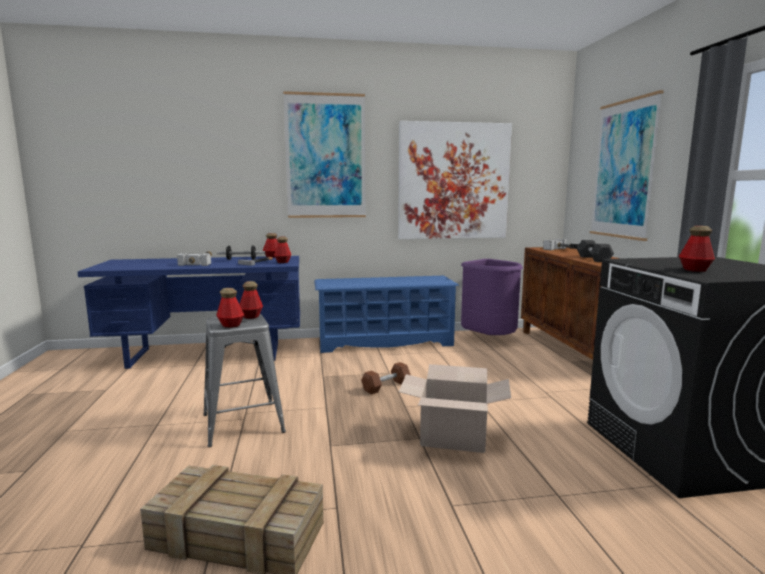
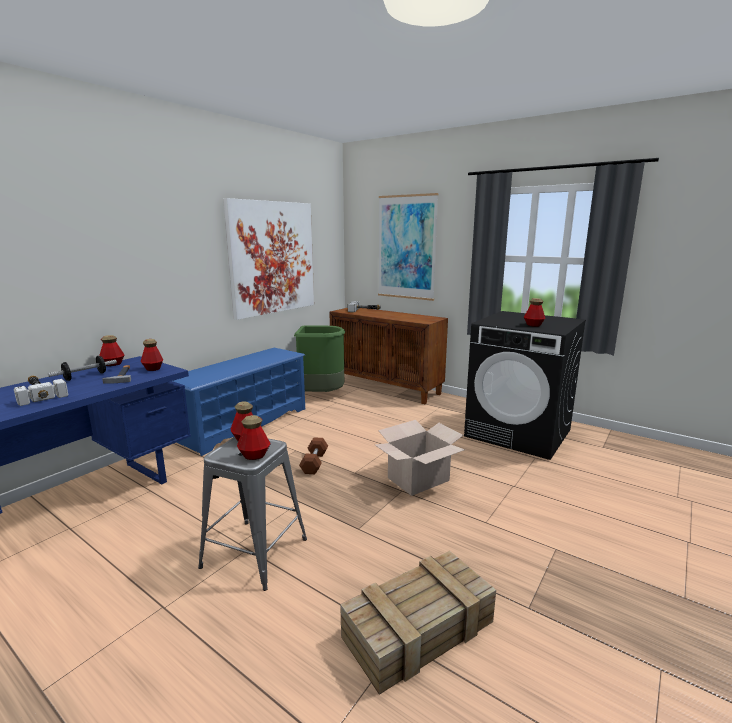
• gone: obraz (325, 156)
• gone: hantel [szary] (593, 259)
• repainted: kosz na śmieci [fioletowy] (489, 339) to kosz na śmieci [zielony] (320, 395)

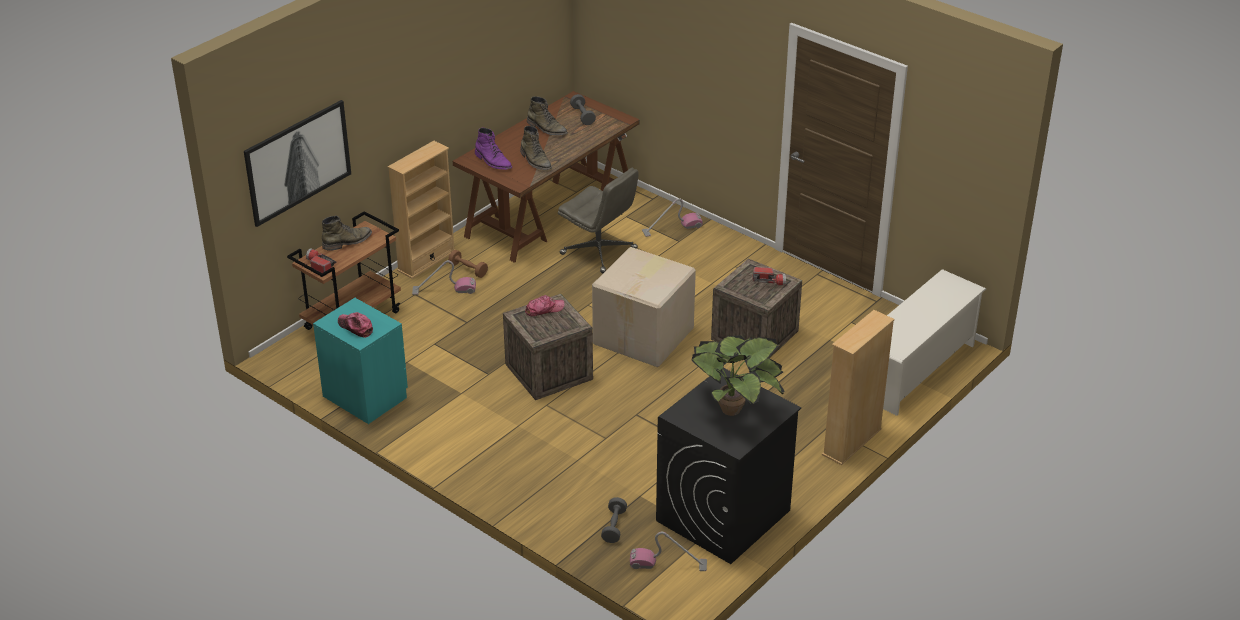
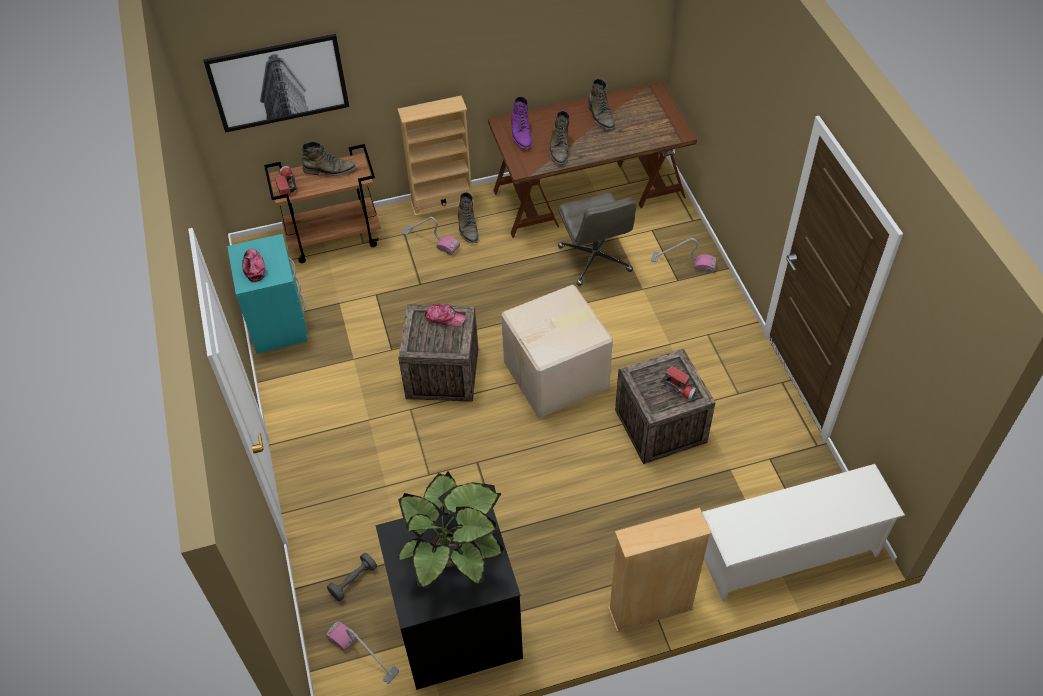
• gone: hantel [szary] (582, 116)
• swapped: hantel [brązowy] (468, 270) to but z cholewką [zielony] (468, 228)

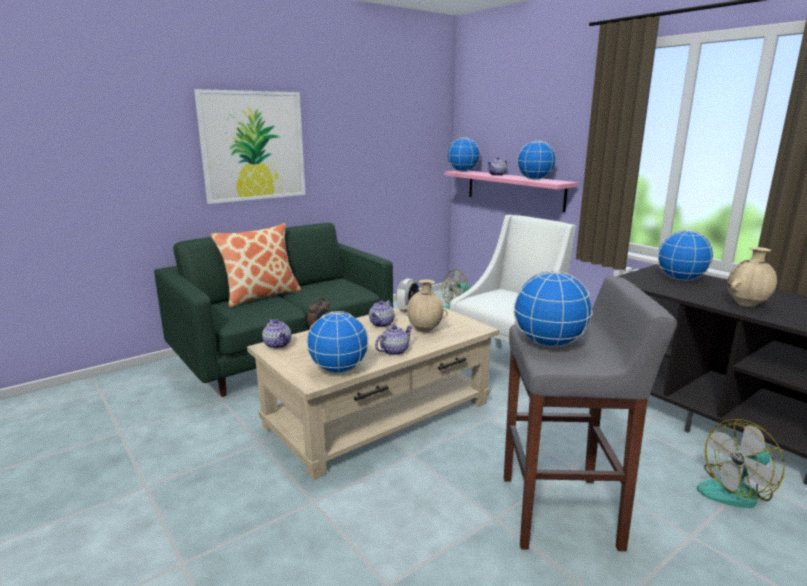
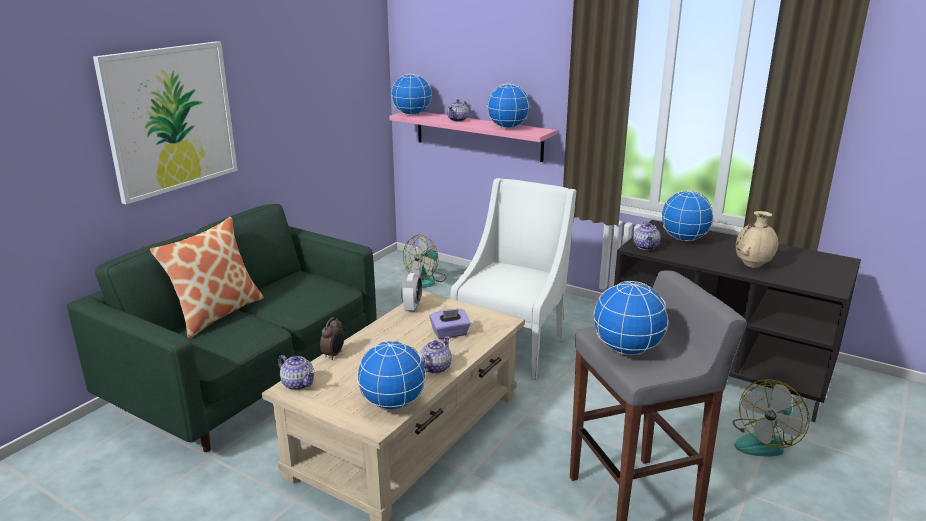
• shifted: imbryk (382, 324) to (646, 247)
• swapped: wazon [beżowy] (425, 330) to pudełko chusteczek [fioletowy] (450, 334)

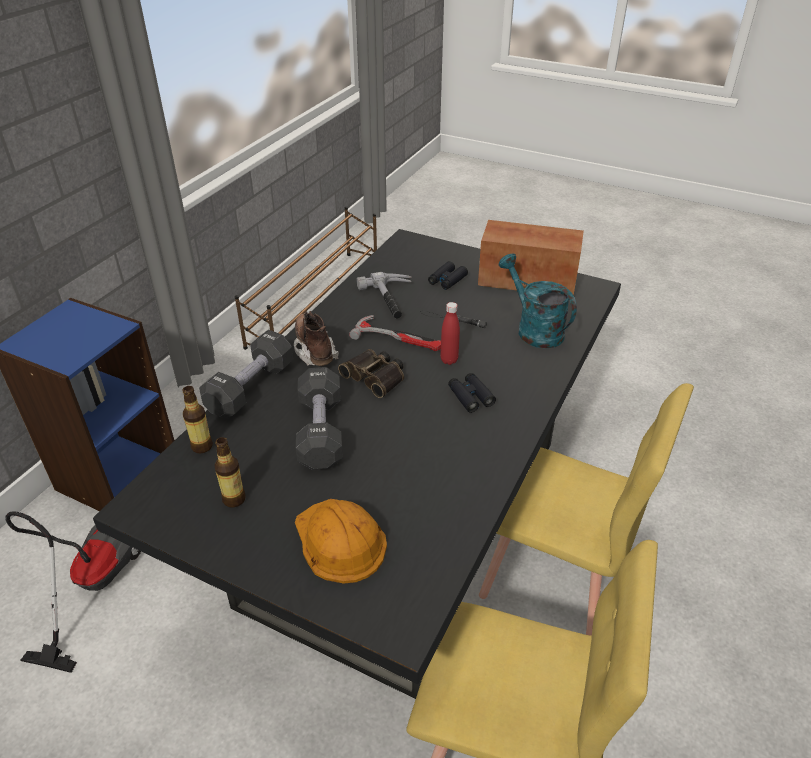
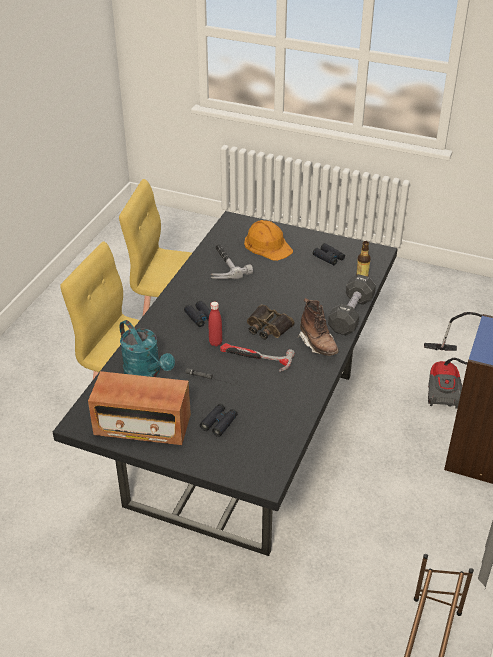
• gone: hantel [czarny] (320, 432)
• shifted: młotek (392, 299) to (224, 266)
• swapped: butelka (234, 499) to lornetka [czarny] (328, 257)

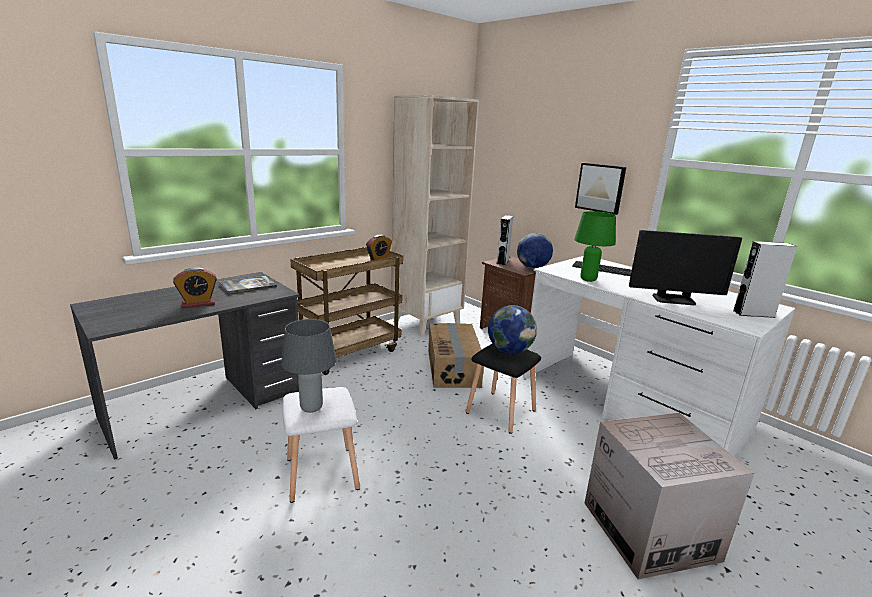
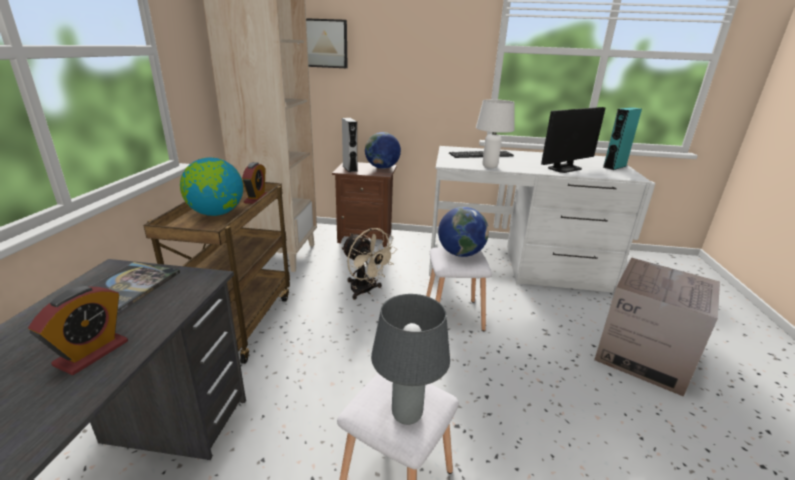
• new: globus (216, 213)
• shifted: obraz (600, 188) to (325, 43)
• swapped: karton (453, 367) to wentylator [beżowy] (365, 291)
• repainted: stołek [czarny] (499, 411) to stołek [biały] (452, 315)
• repainted: lampa stołowa [zielony] (587, 279) to lampa stołowa [biały] (489, 166)
• repainted: głośnik [szary] (753, 314) to głośnik [turkusowy] (614, 166)

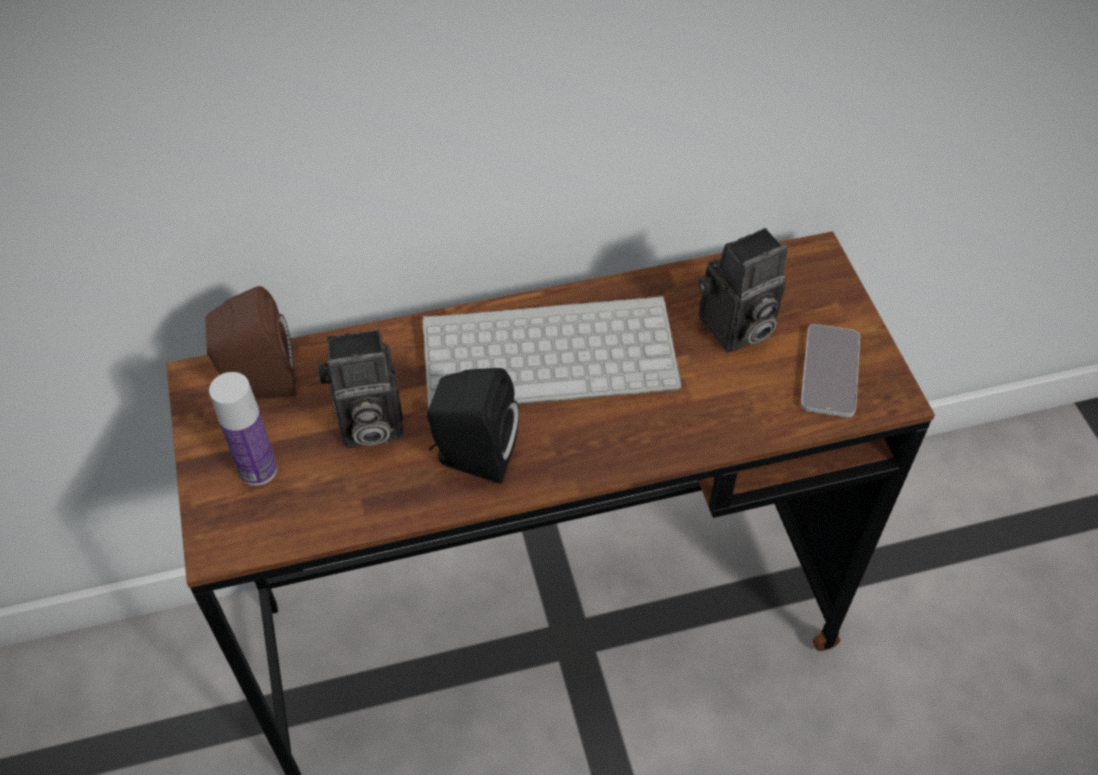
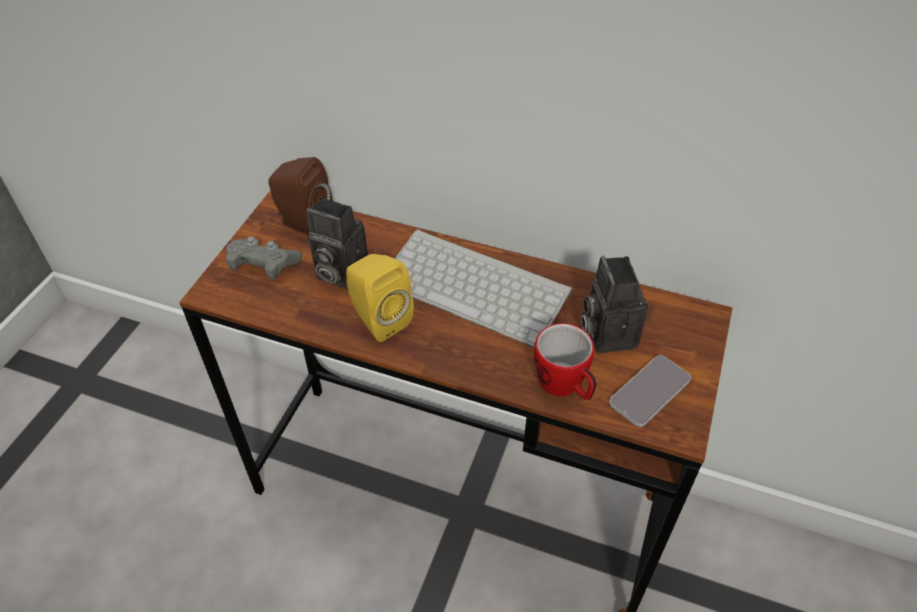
• new: kubek (565, 387)
• swapped: butelka (258, 469) to pad do gier [szary] (263, 265)
• repainted: głośnik [czarny] (472, 456) to głośnik [żółty] (378, 319)
• rotated: aparat fotograficzny (735, 329) = (606, 332) 75 degrees clockwise

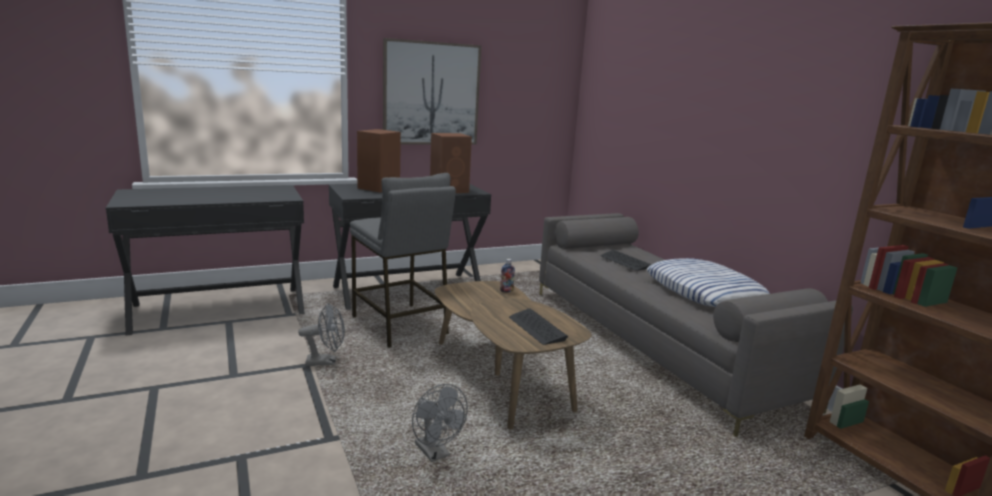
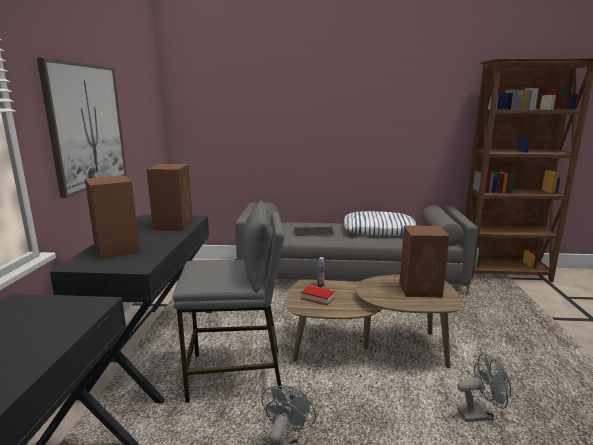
• new: książka (318, 298)
• swapped: klawiatura (537, 328) to głośnik [brązowy] (421, 289)

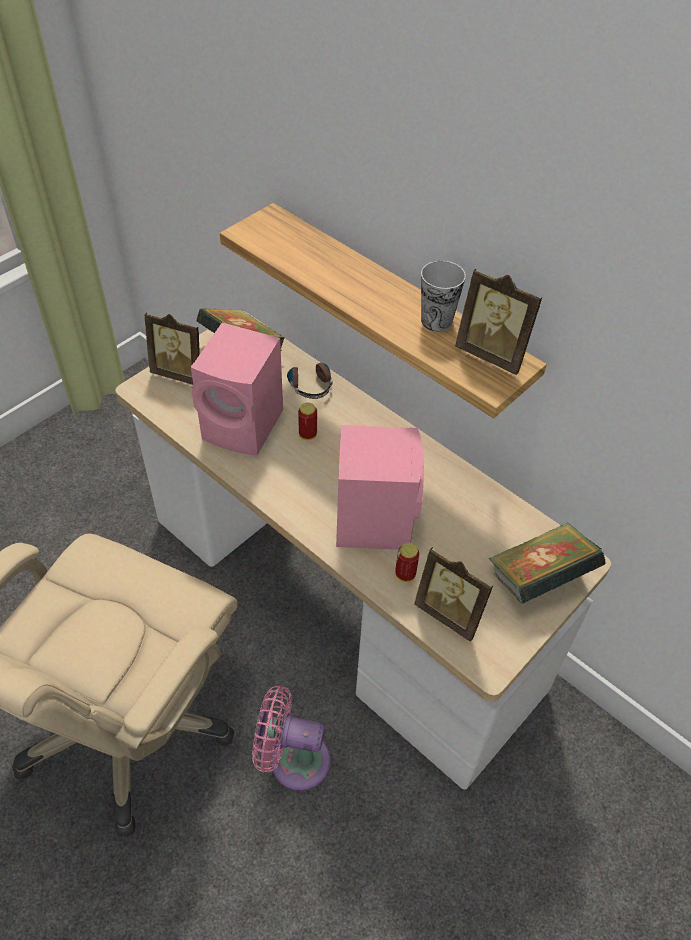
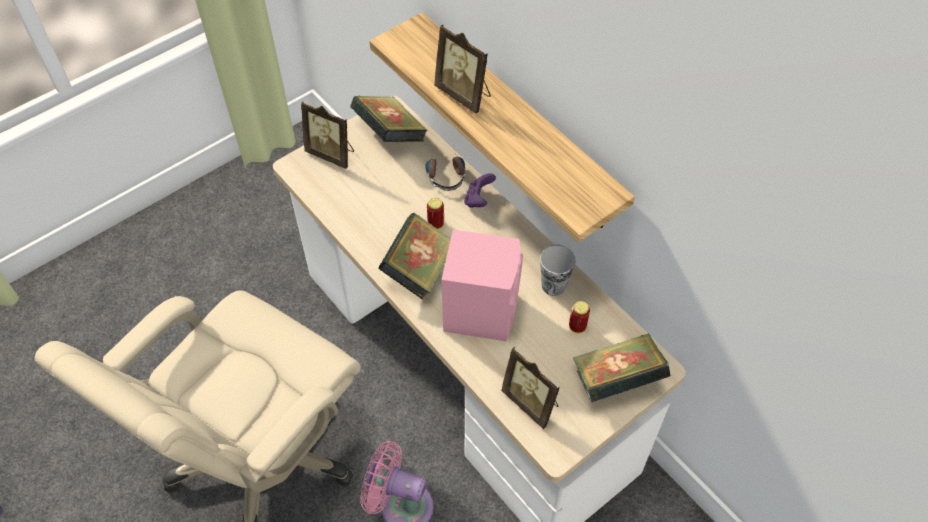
• gone: głośnik [różowy] (245, 426)
• new: książka (419, 269)
• new: pad do gier [fioletowy] (478, 199)
• shifted: puszka (405, 574) to (577, 327)
• shifted: filiżanka (436, 321) to (554, 285)
• shifted: ramka na zdjęcie (493, 354) to (464, 94)

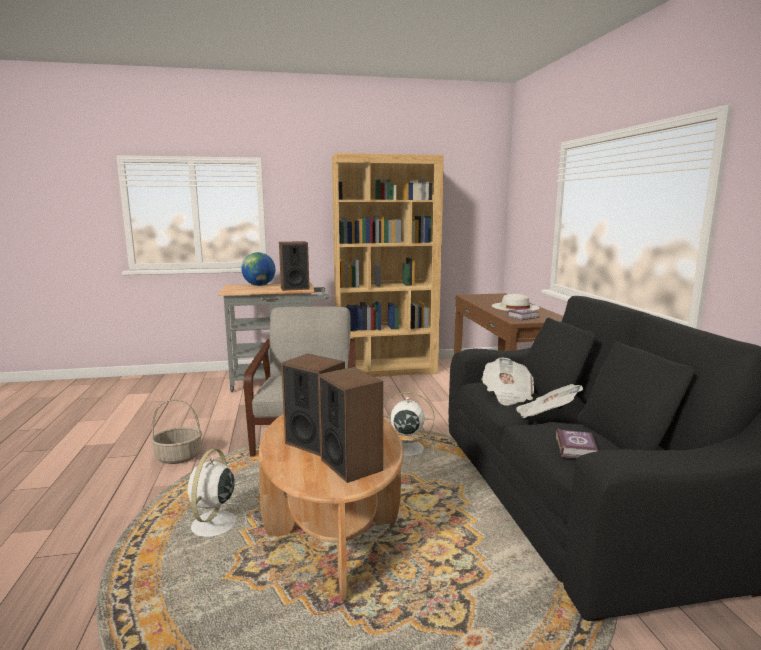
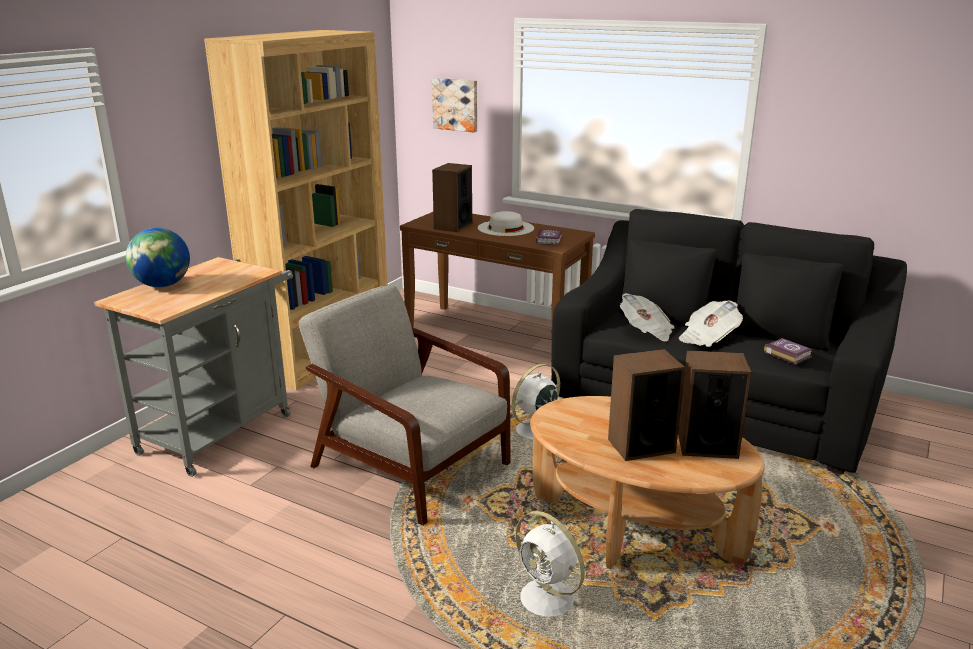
• gone: koszyk (178, 457)
• new: obraz (456, 104)
• shifted: głośnik (294, 288) to (453, 226)

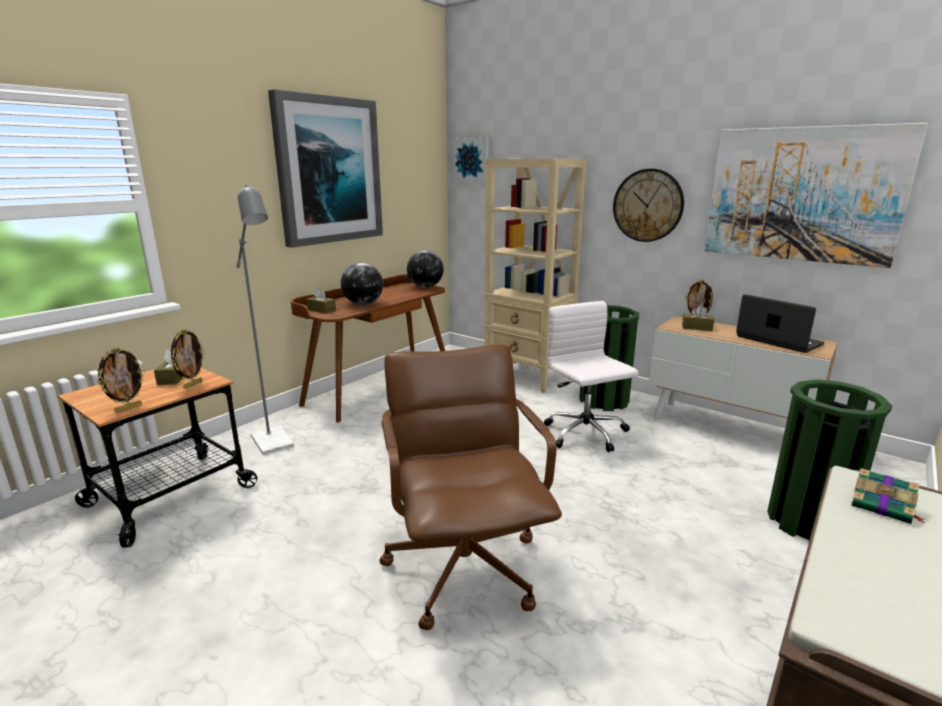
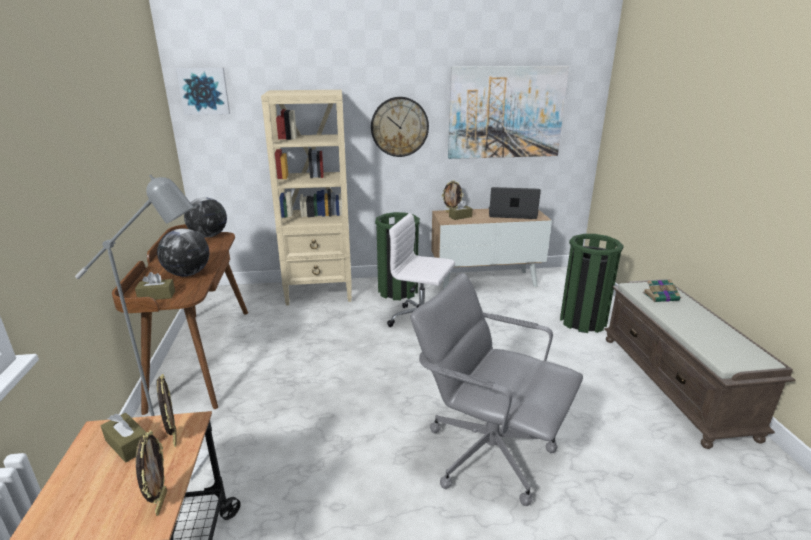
• gone: obraz (328, 171)
• repainted: krzesło biurowe [brązowy] (465, 567) to krzesło biurowe [szary] (488, 452)

